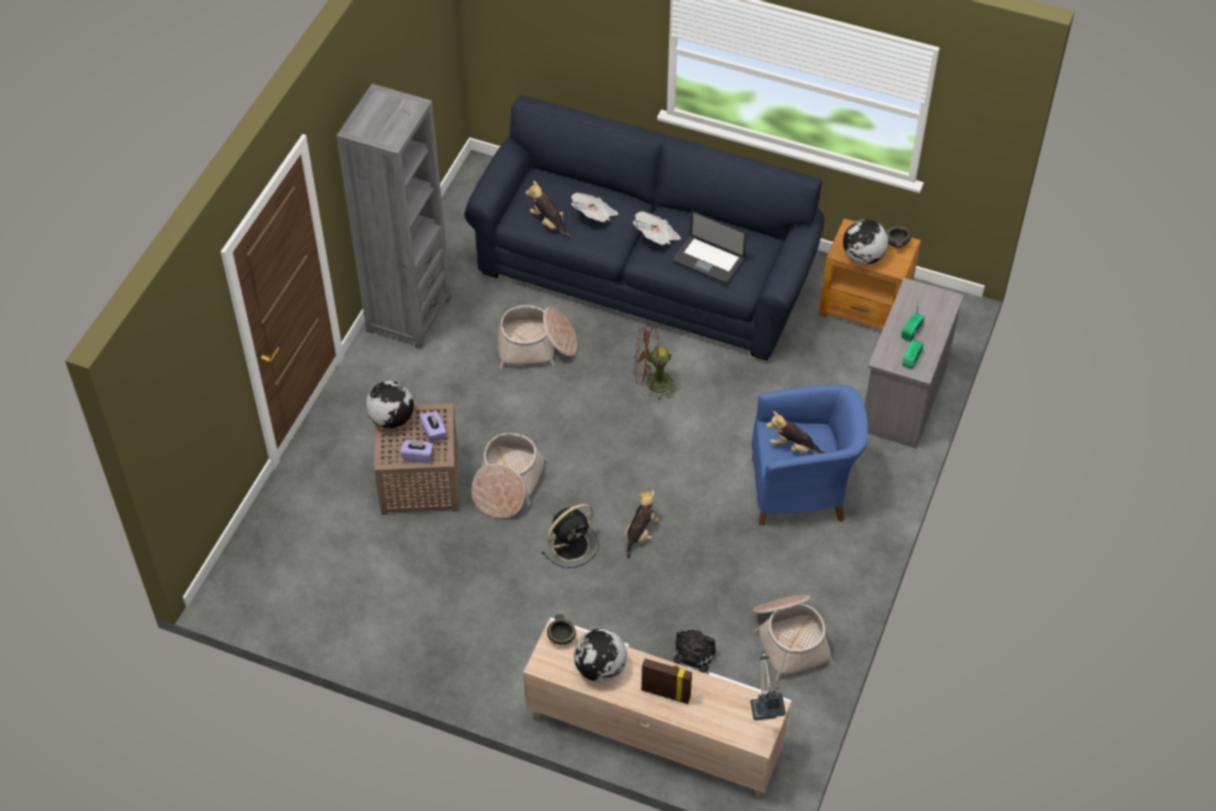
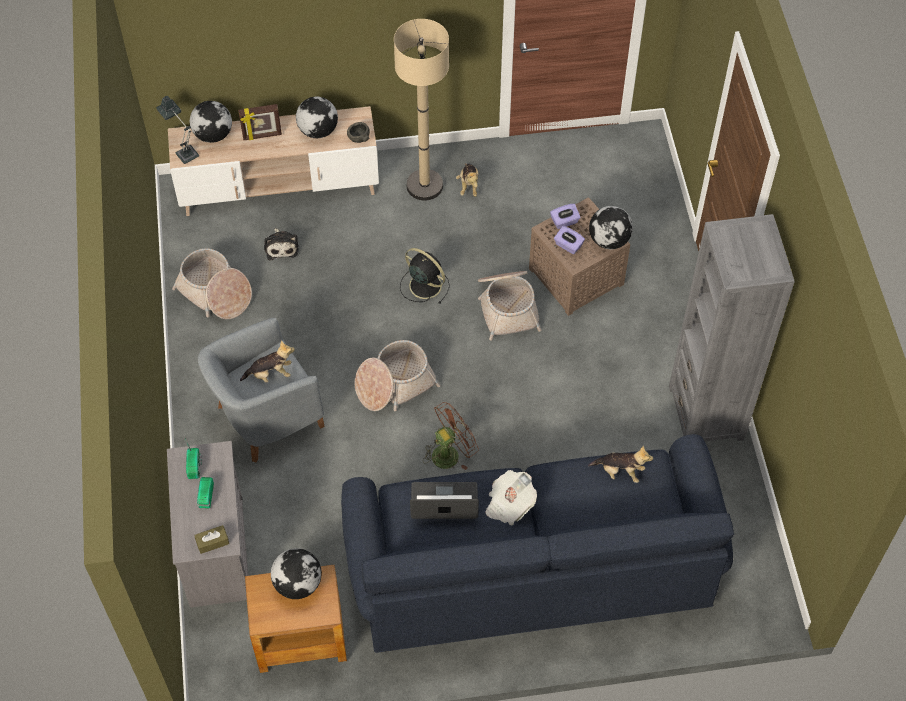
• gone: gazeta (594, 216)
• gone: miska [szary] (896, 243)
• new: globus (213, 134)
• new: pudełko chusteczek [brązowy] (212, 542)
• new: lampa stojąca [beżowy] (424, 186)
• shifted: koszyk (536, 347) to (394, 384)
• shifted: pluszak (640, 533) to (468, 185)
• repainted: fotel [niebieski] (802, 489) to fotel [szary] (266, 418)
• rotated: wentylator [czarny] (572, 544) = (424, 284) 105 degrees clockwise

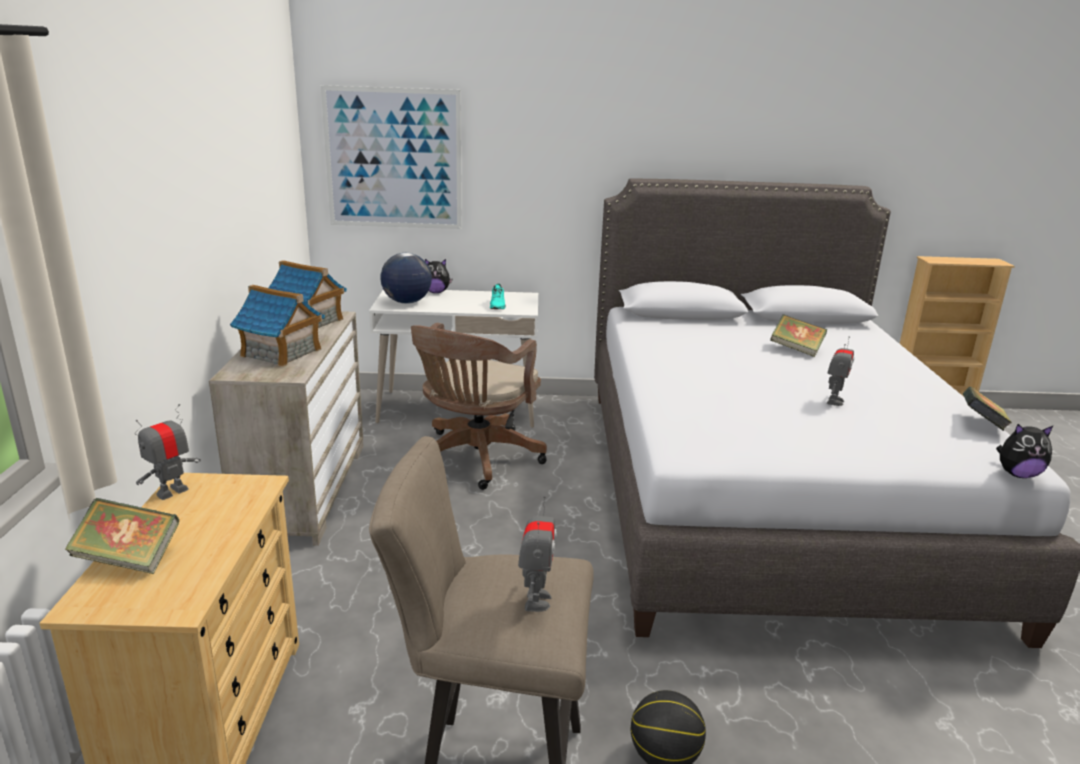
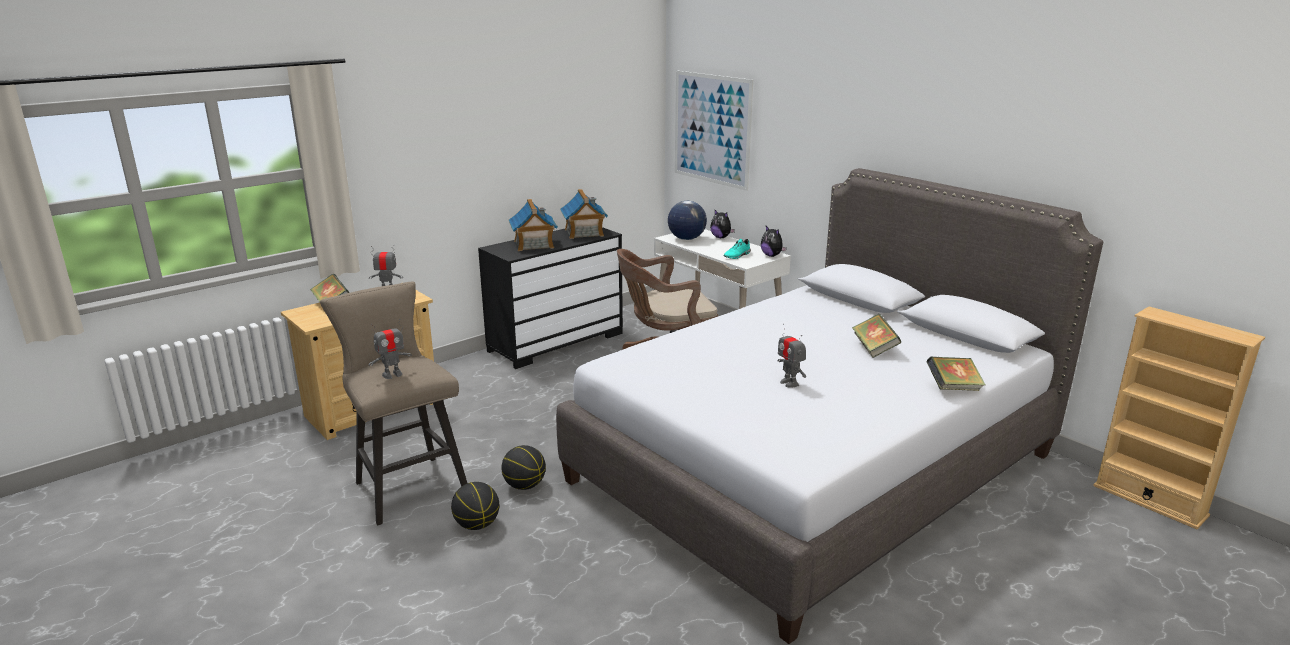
• new: piłka do koszykówki (524, 486)
• shifted: książka (981, 425) to (953, 388)
• shifted: pluszak (1017, 474) to (772, 255)
• repainted: komoda [beżowy] (303, 489) to komoda [czarny] (556, 342)
• rotated: robot zabawkowy (834, 401) = (789, 383) 75 degrees clockwise

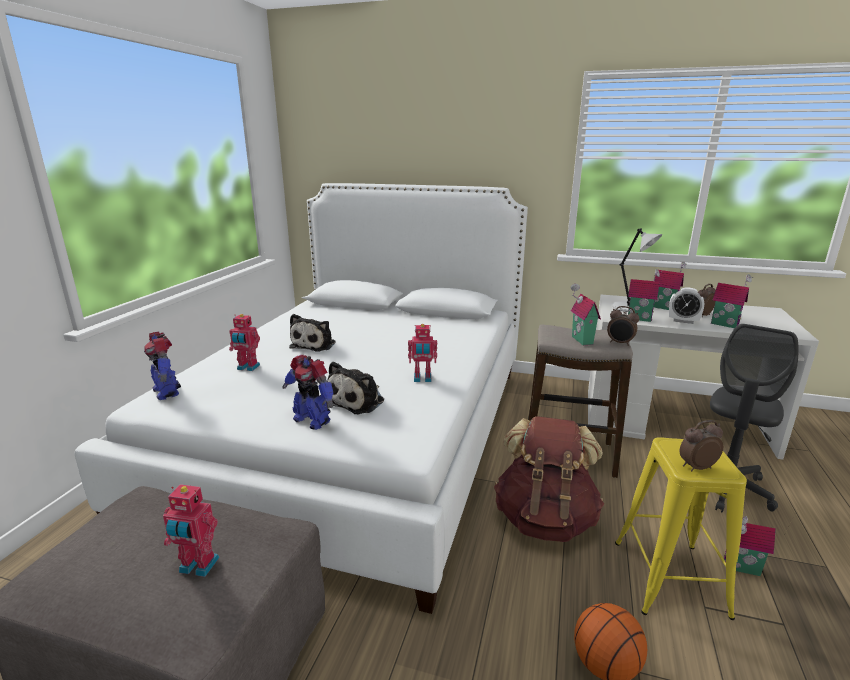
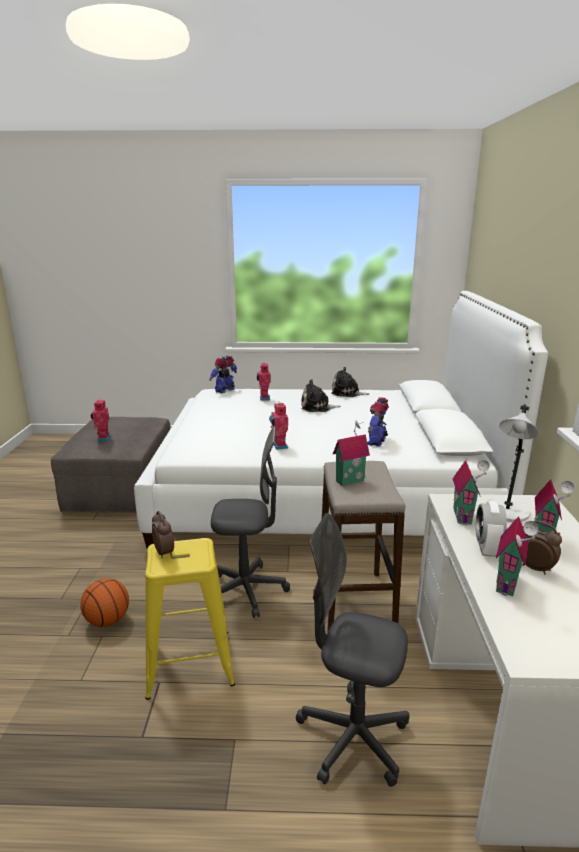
• gone: budzik (620, 343)
• gone: domek (741, 569)
• shifted: robot zabawkowy (312, 420) to (377, 441)
• shifted: pluszak (358, 401) to (347, 393)
• swapped: plecak [brązowy] (545, 519) to krzesło biurowe [szary] (247, 590)

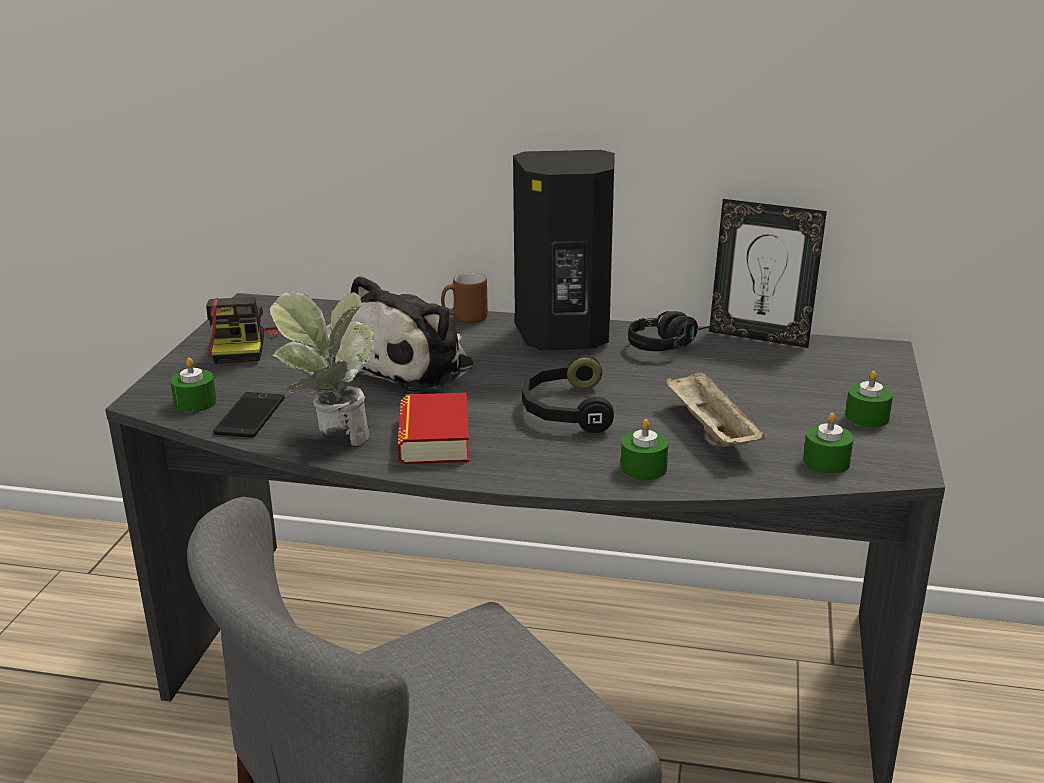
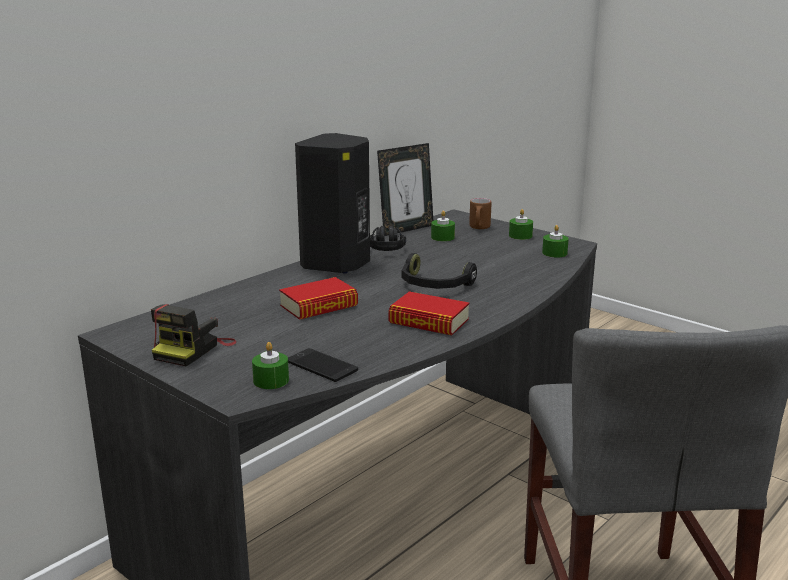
• gone: roślina doniczkowa (332, 437)
• gone: taca [beżowy] (709, 430)
• shifted: kubek [brązowy] (464, 319) to (479, 228)
• shifted: świeca [zielony] (643, 468) to (442, 237)
• swapped: pluszak (416, 366) to książka (319, 306)
• rotated: aparat fotograficzny (242, 346) = (193, 349) 90 degrees clockwise

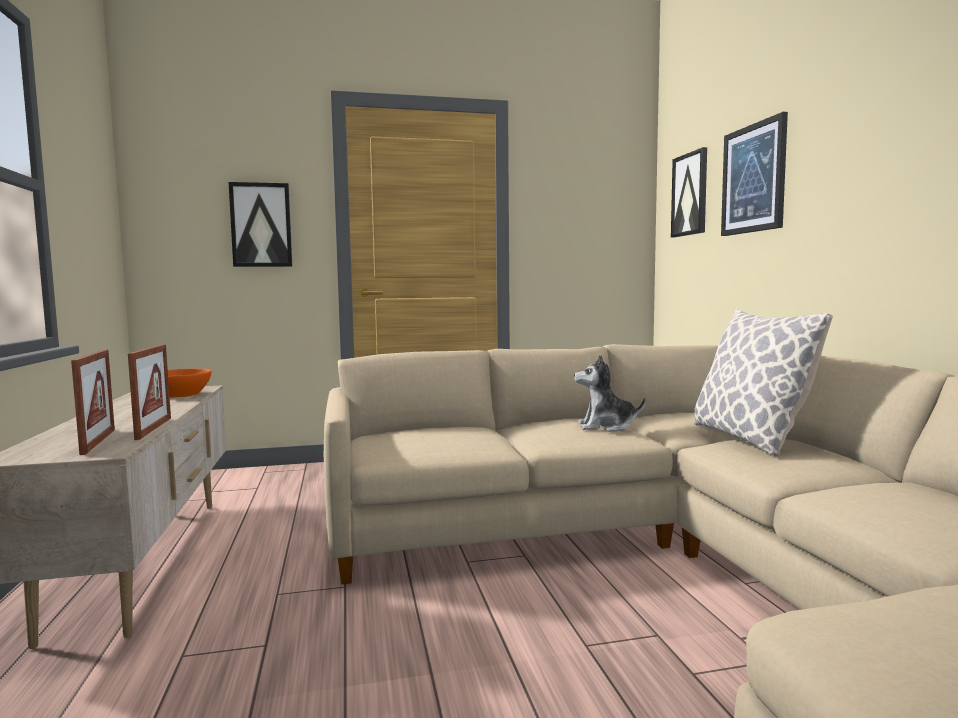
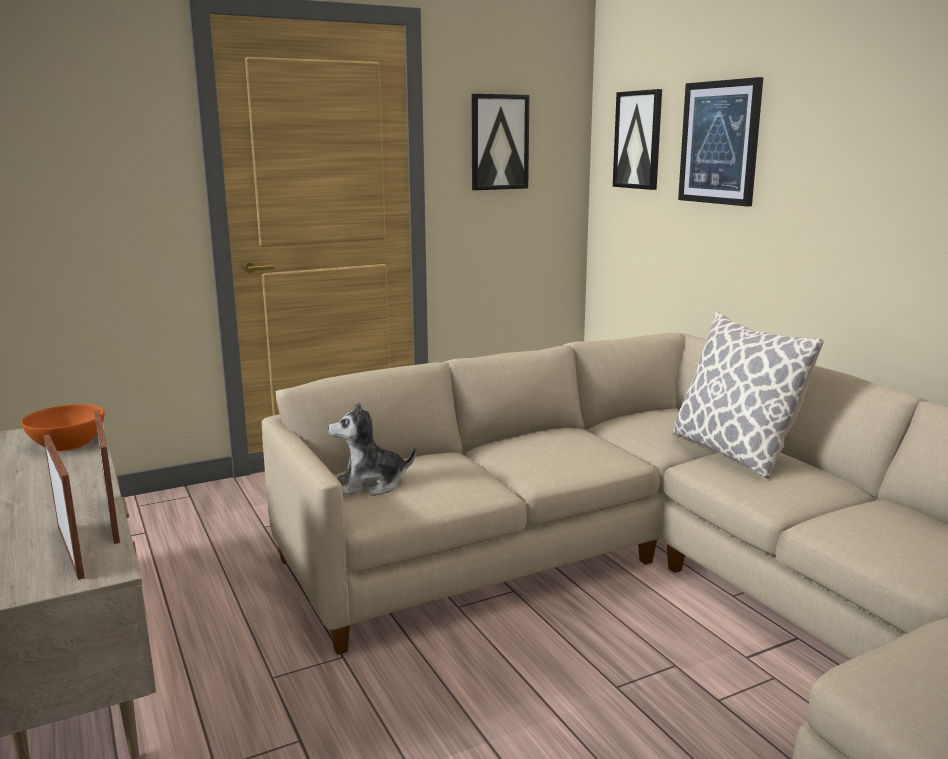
• shifted: obraz (261, 225) to (499, 142)
• shifted: pluszak (606, 427) to (371, 485)

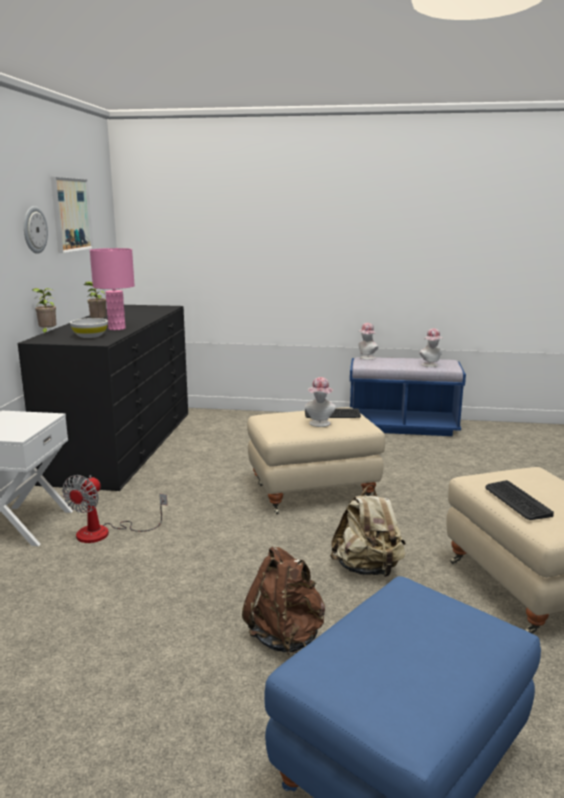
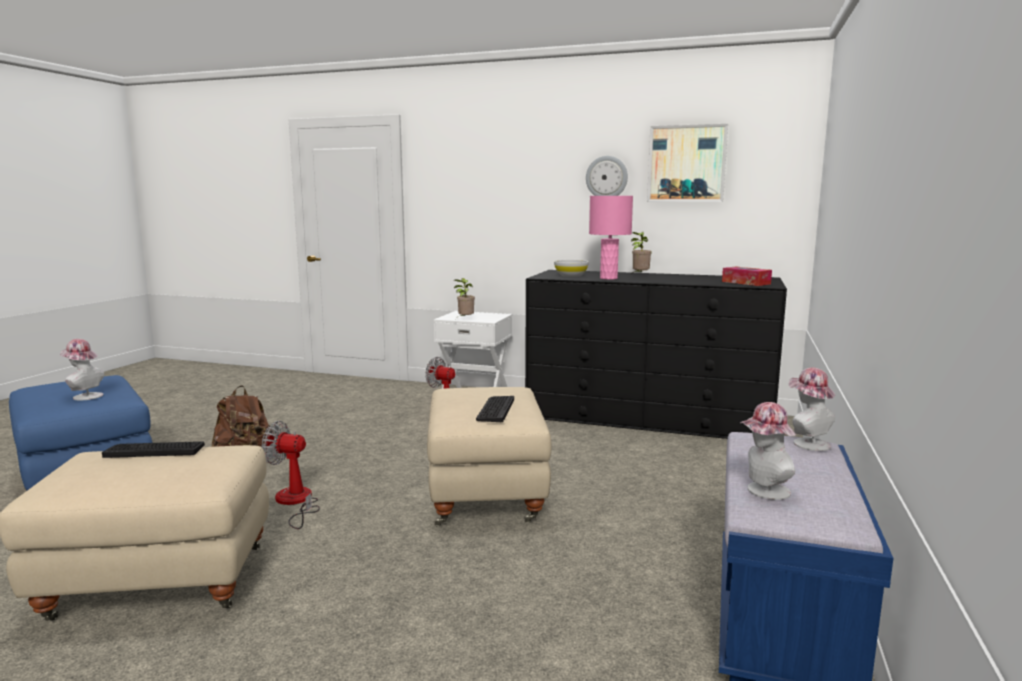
• new: pudełko chusteczek (746, 283)
• shifted: roślina doniczkowa (47, 333) to (465, 319)
• shifted: kapelusz (320, 424) to (85, 396)
• swapped: plecak [beżowy] (368, 569) to wentylator (295, 502)

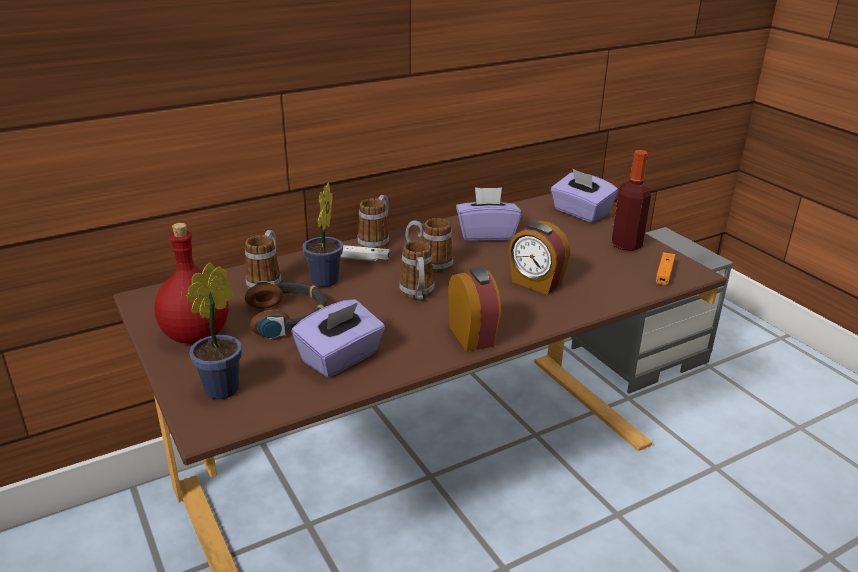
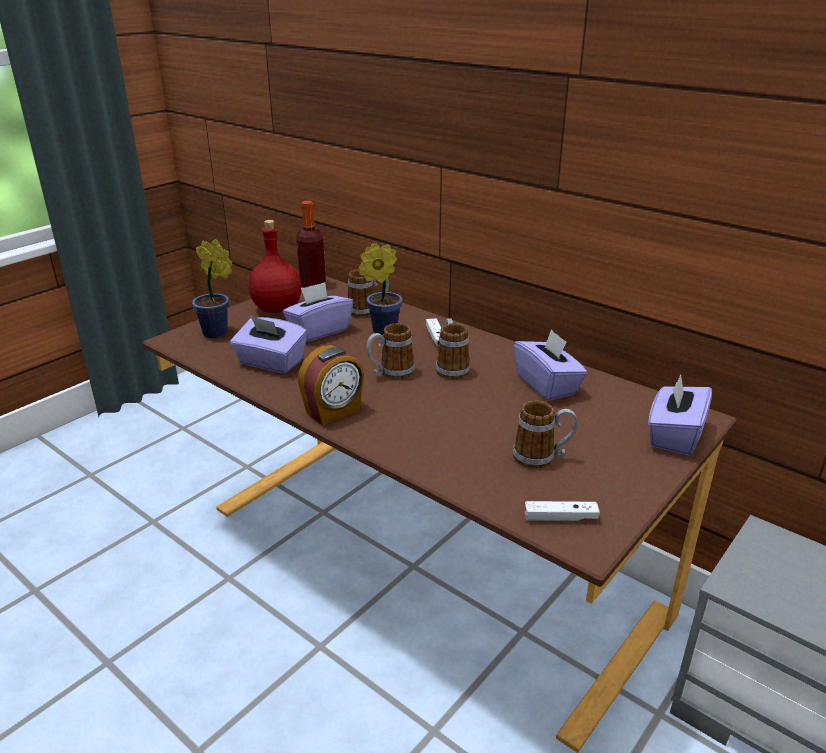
• gone: budzik (535, 283)
• shifted: kubek (376, 241) to (542, 458)
• shifted: butelka (626, 245) to (313, 285)
• swapped: słuchawki (288, 317) to pudełko chusteczek [fioletowy] (319, 331)
• repainted: pad do gier [pomarańczowy] (664, 273) to pad do gier [biały] (560, 518)

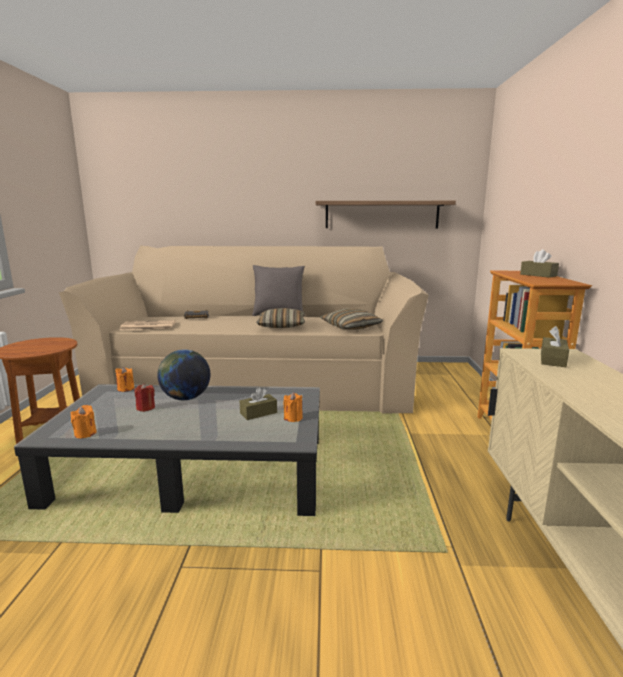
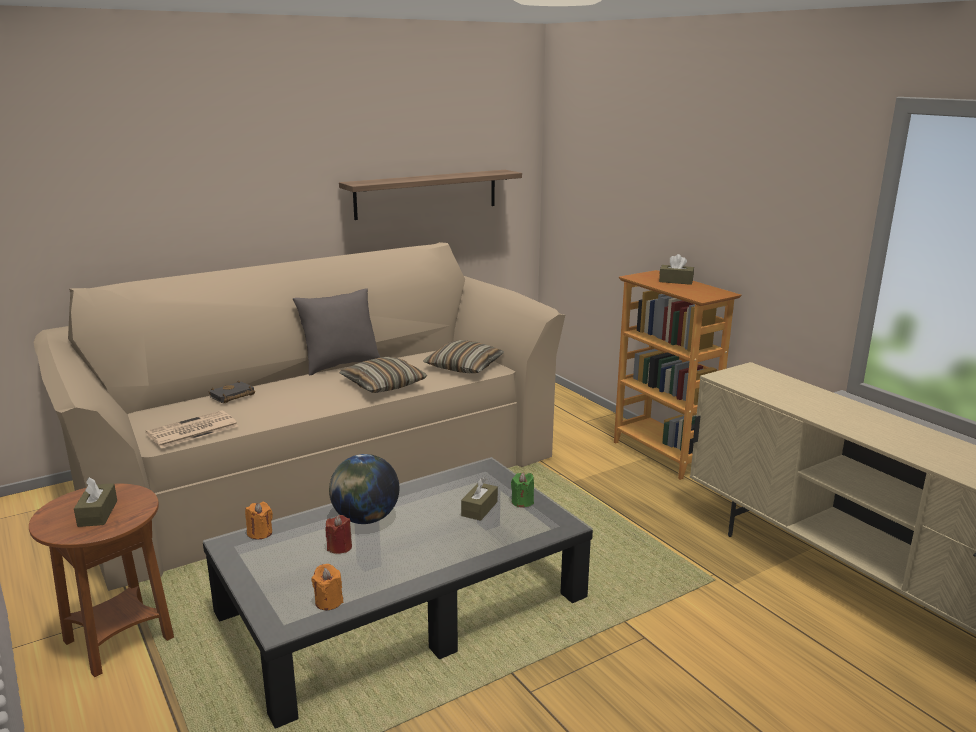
• shifted: pudełko chusteczek [brązowy] (552, 360) to (97, 513)
• repainted: świeca [pomarańczowy] (293, 418) to świeca [zielony] (522, 502)

